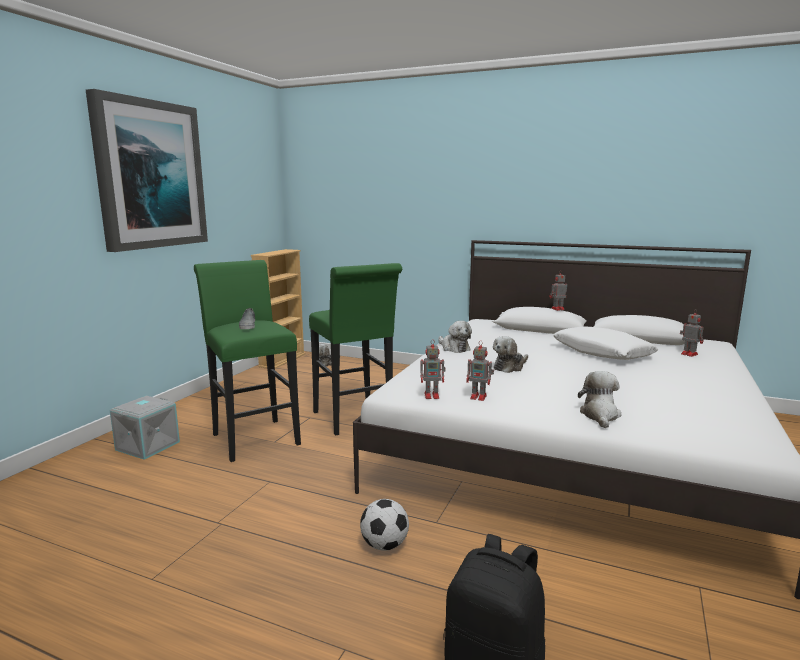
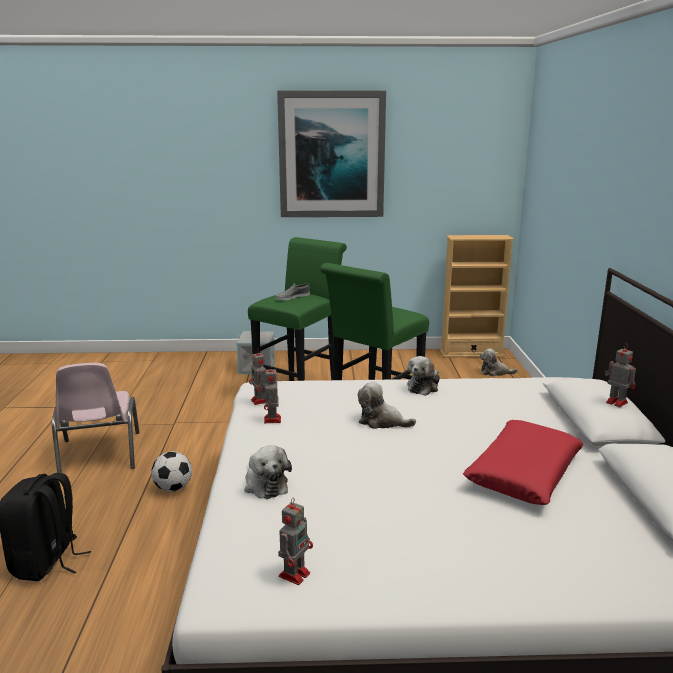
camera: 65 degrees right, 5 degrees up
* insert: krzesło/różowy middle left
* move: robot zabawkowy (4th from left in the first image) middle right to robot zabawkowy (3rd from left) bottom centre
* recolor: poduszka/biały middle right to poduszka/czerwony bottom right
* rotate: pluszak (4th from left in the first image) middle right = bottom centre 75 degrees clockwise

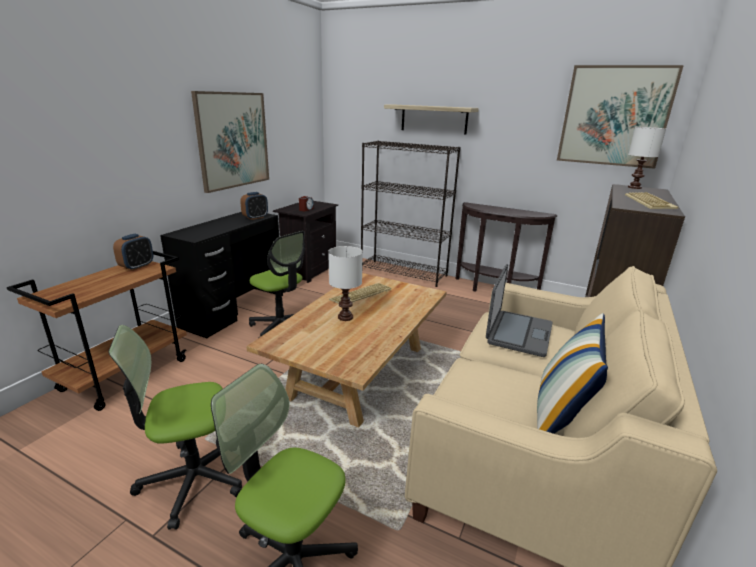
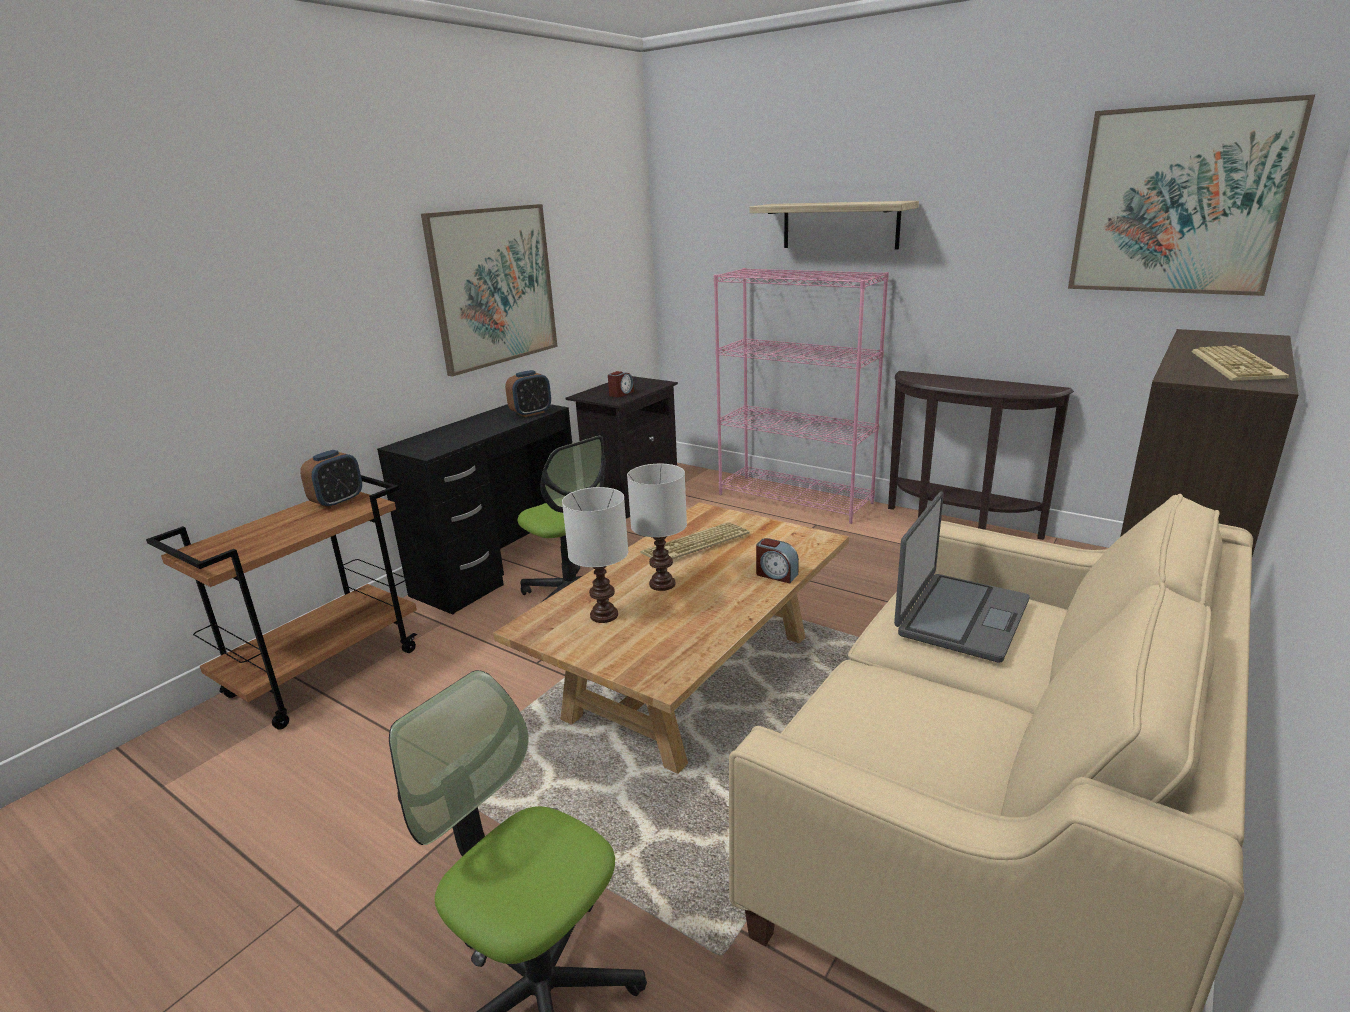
camera: 10 degrees right, 0 degrees up
* delete: krzesło biurowe (1st from left) bottom left
* delete: poduszka middle right
* insert: budzik (4th from left) centre
* move: lampa stołowa/biały (2nd from left in the first image) top right to lampa stołowa/biały (1st from left) centre
* recolor: regał/czarny centre to regał/różowy centre

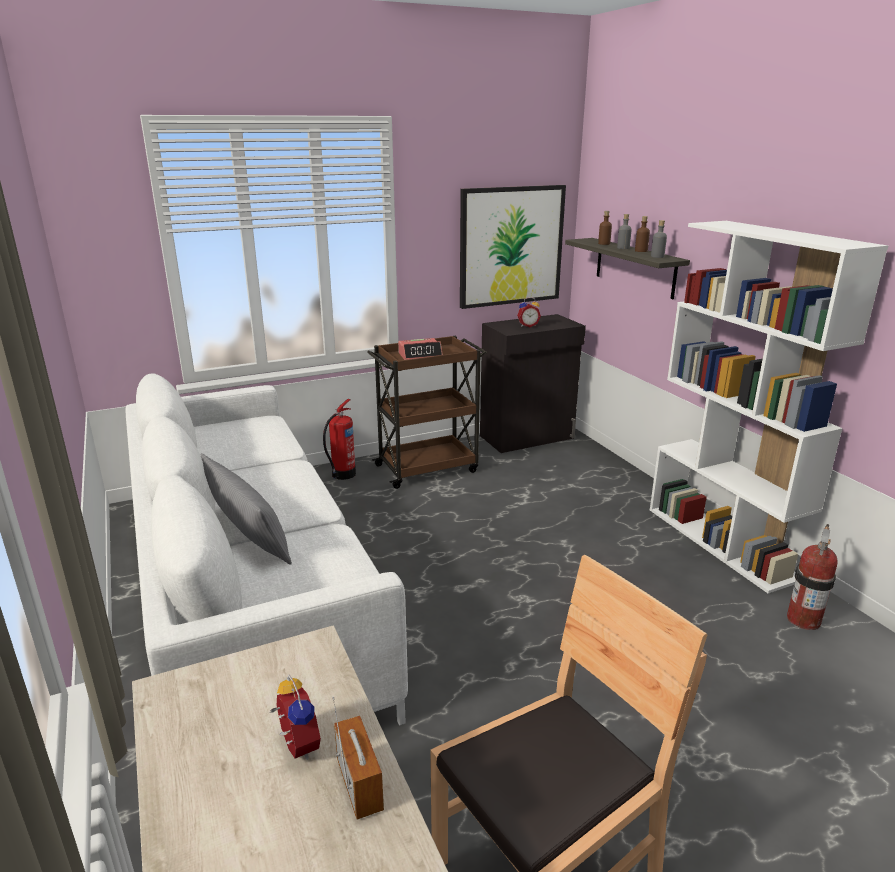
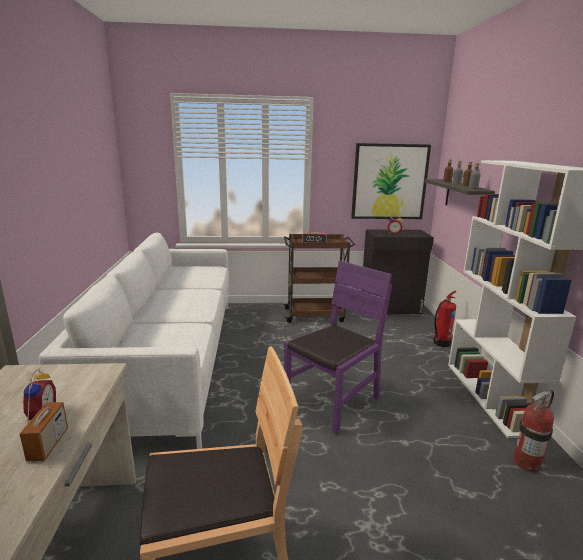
camera: 20 degrees right, 5 degrees down
* delete: poduszka/szary middle left
* insert: krzesło/fioletowy centre
* move: gaśnica (1st from left) centre to middle right

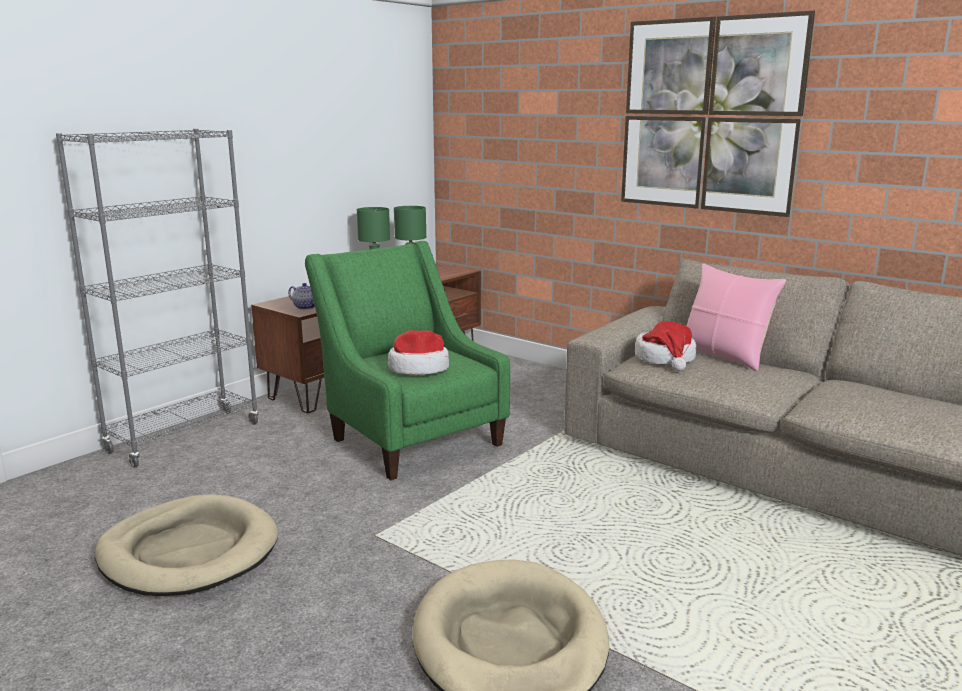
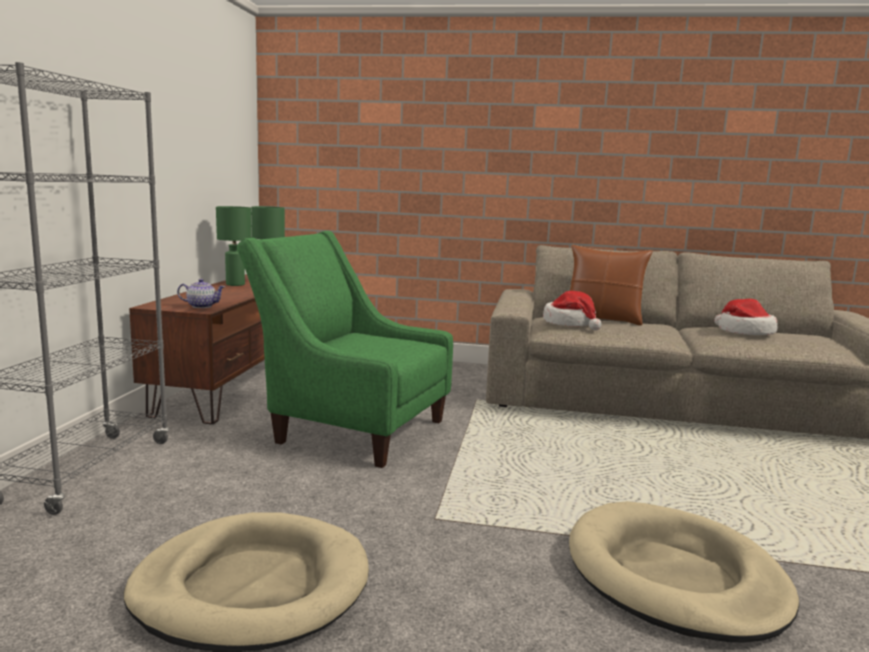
camera: 30 degrees left, 5 degrees down
* delete: obraz top right
* move: kapelusz (1st from left in the first image) centre to kapelusz (2nd from left) middle right
* recolor: poduszka/różowy middle right to poduszka/brązowy middle right

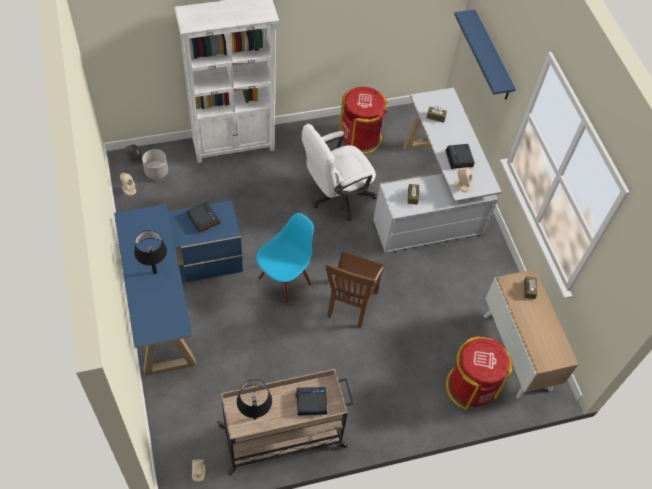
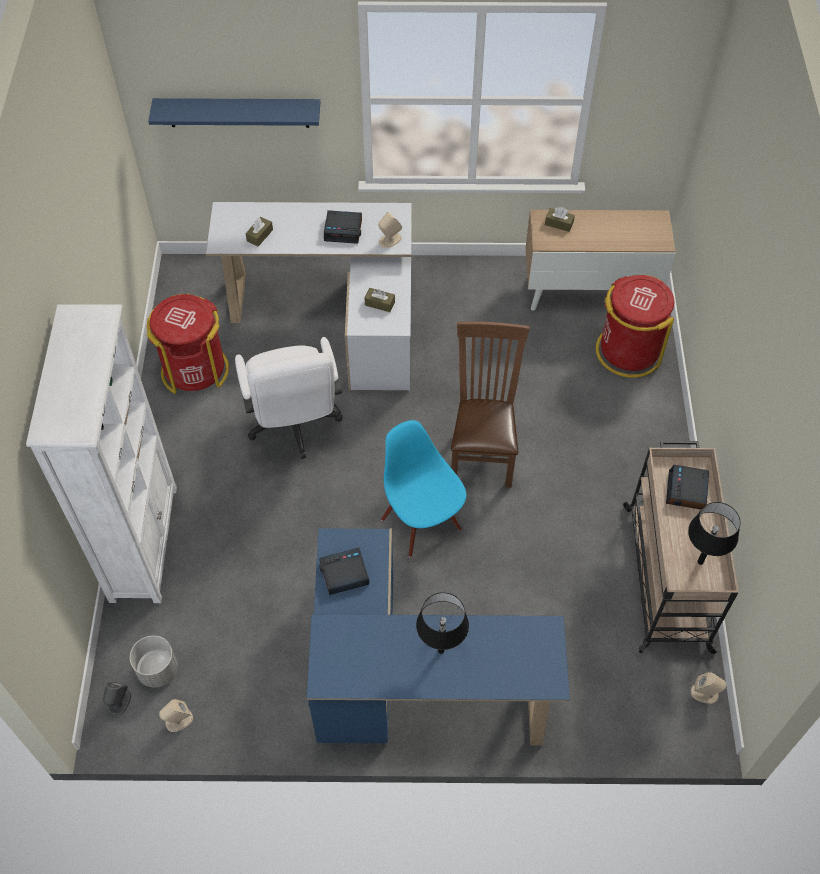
camera: 70 degrees left, 0 degrees up
* rotate: krzesło/brązowy centre = centre 120 degrees counterclockwise

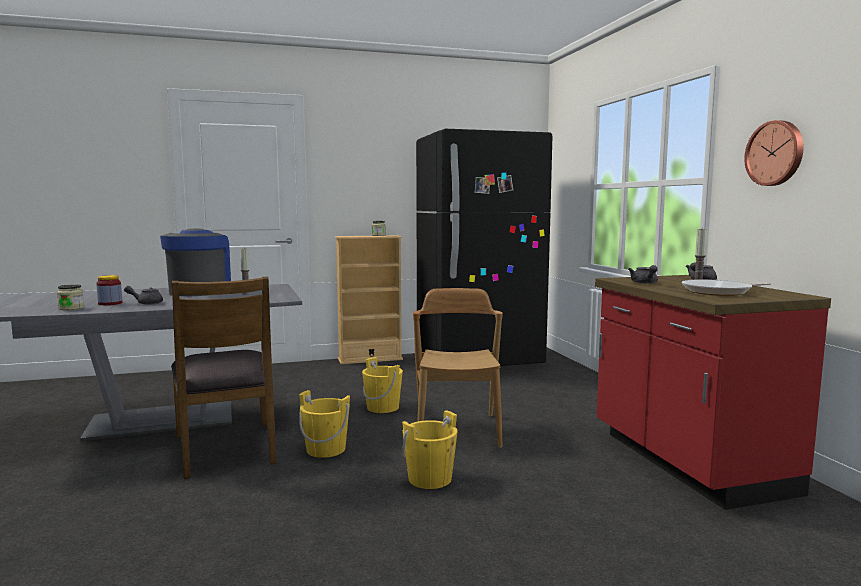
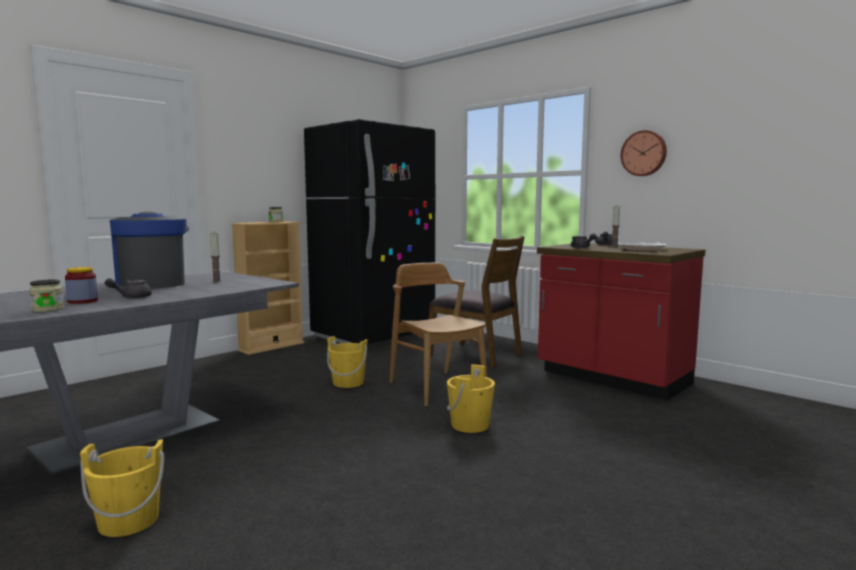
camera: 30 degrees left, 0 degrees up
* move: krzesło/brązowy (1st from left in the first image) middle left to krzesło/brązowy (2nd from left) centre
* move: wiadro/żółty (1st from left) bottom centre to bottom left

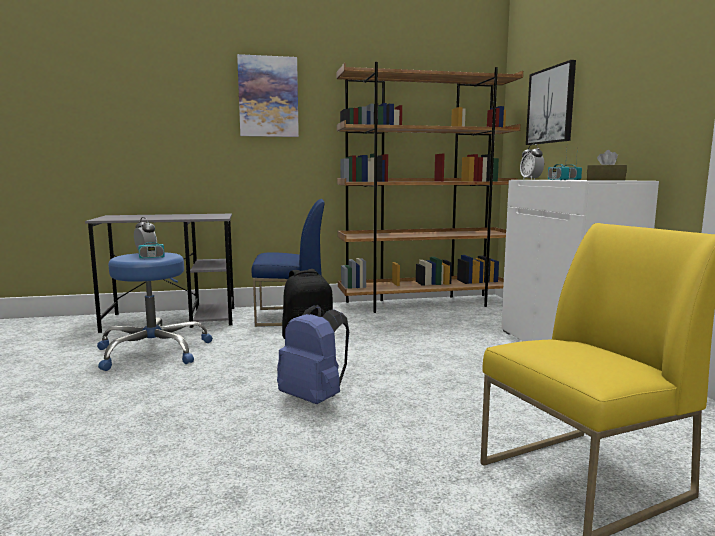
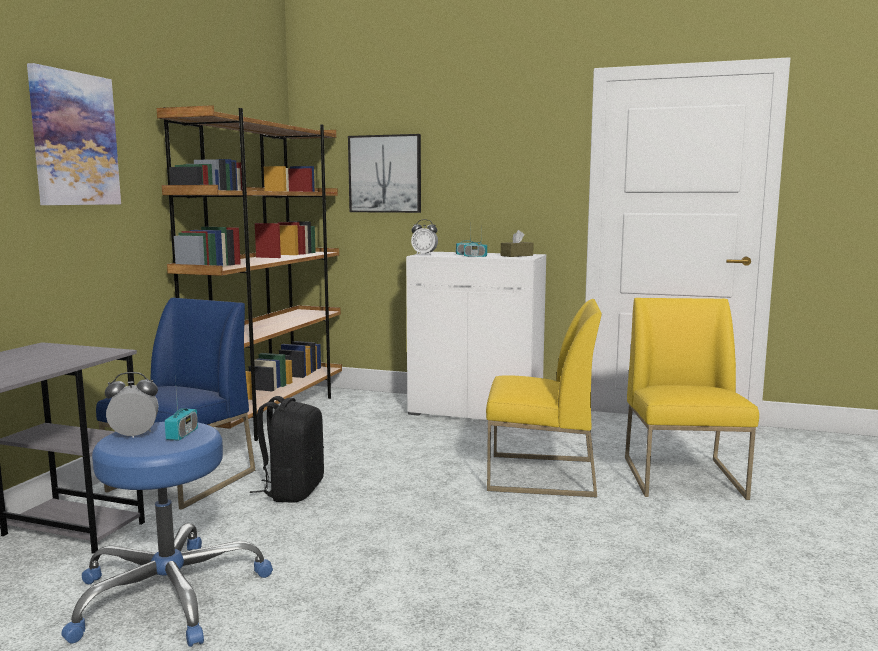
camera: 60 degrees left, 0 degrees up
* delete: plecak/niebieski centre
* insert: krzesło/żółty (1st from left) centre

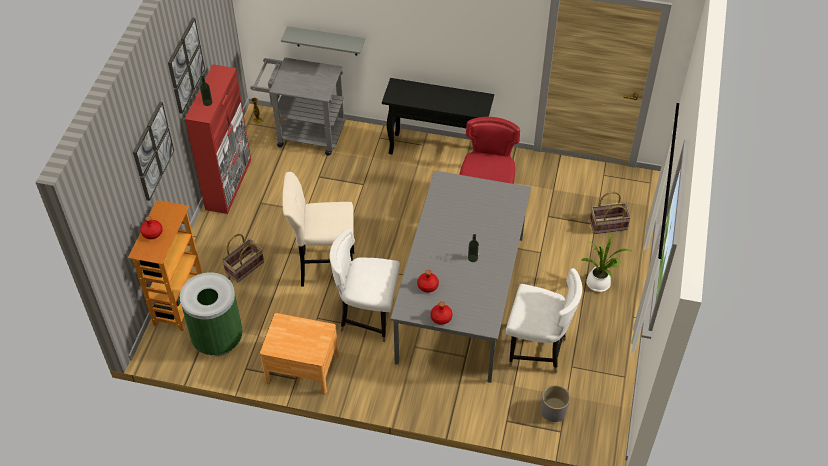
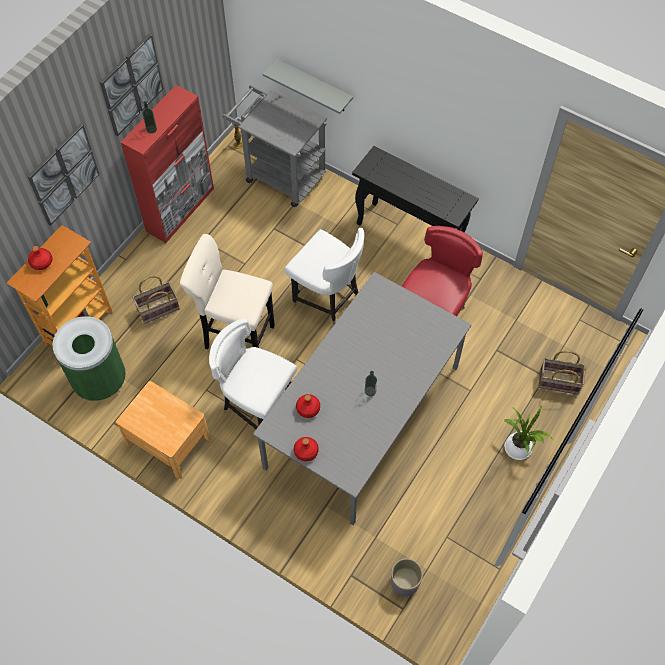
camera: 20 degrees right, 10 degrees up
* move: krzesło/biały (2nd from left) bottom centre to centre

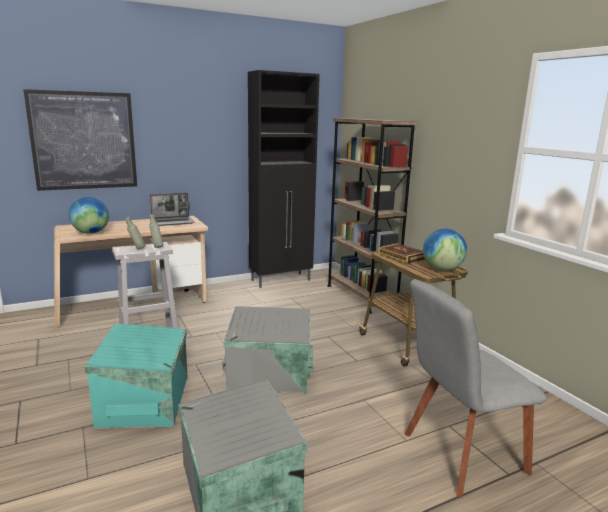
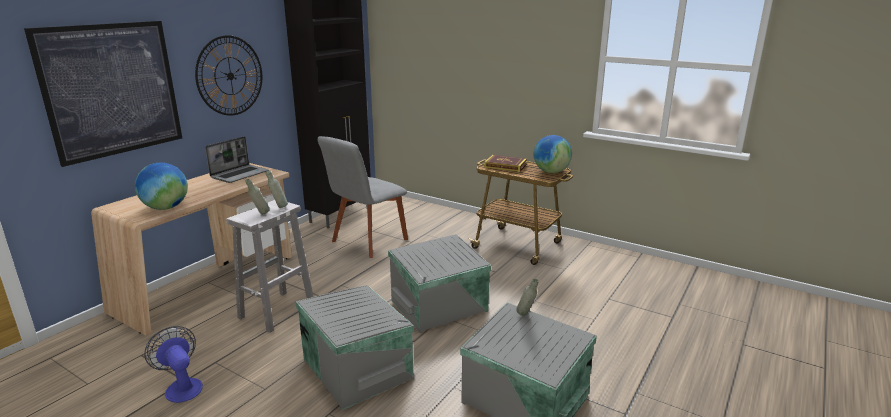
camera: 30 degrees left, 5 degrees up
* delete: regał/brązowy centre
* insert: wentylator bottom left
* insert: zegar ścienny top left
* insert: butelka/szary (3rd from left) bottom centre
* move: krzesło/szary bottom right to centre
* recolor: pojemnik do przechowywania/turkusowy bottom left to pojemnik do przechowywania/szary (1st from left) bottom centre

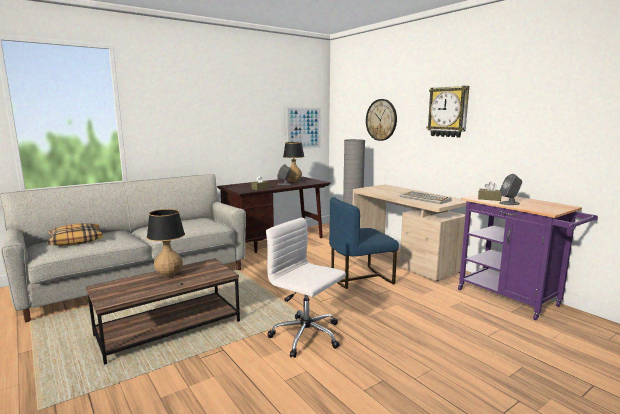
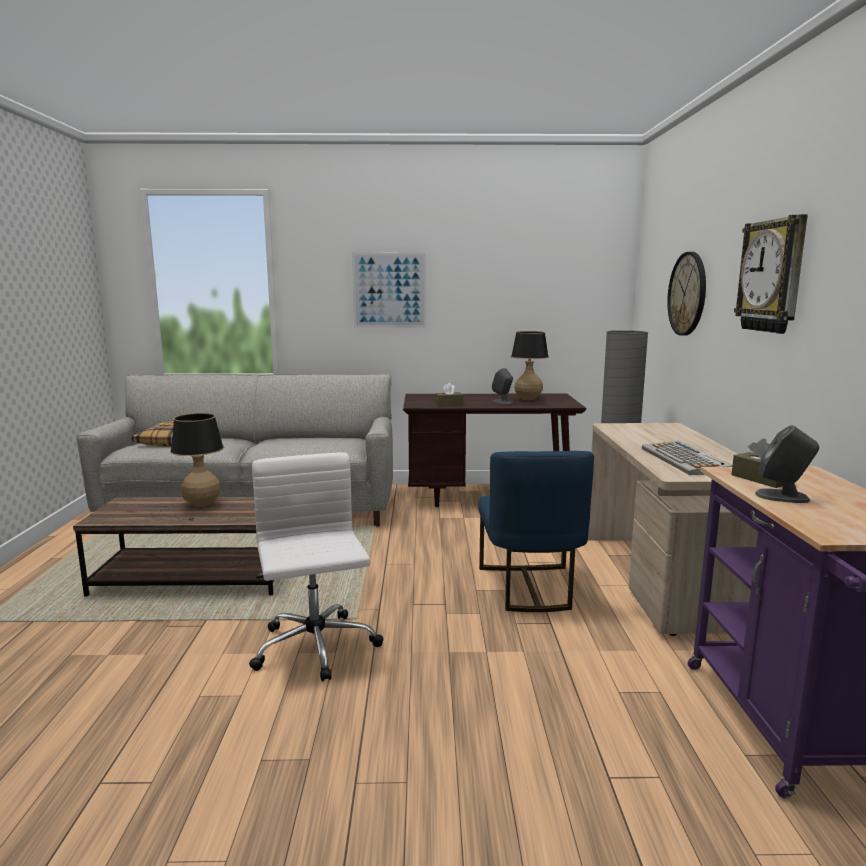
camera: 35 degrees right, 0 degrees up
* move: obraz top centre to centre
* rotate: krzesło/niebieski centre = centre 105 degrees counterclockwise

